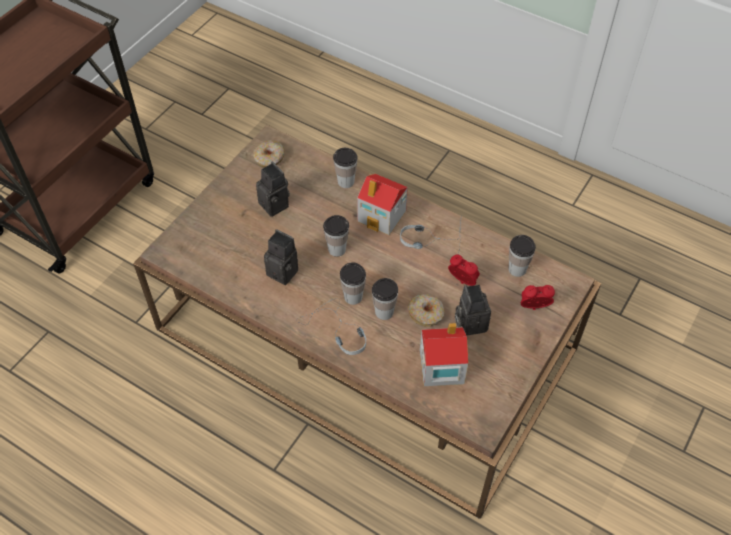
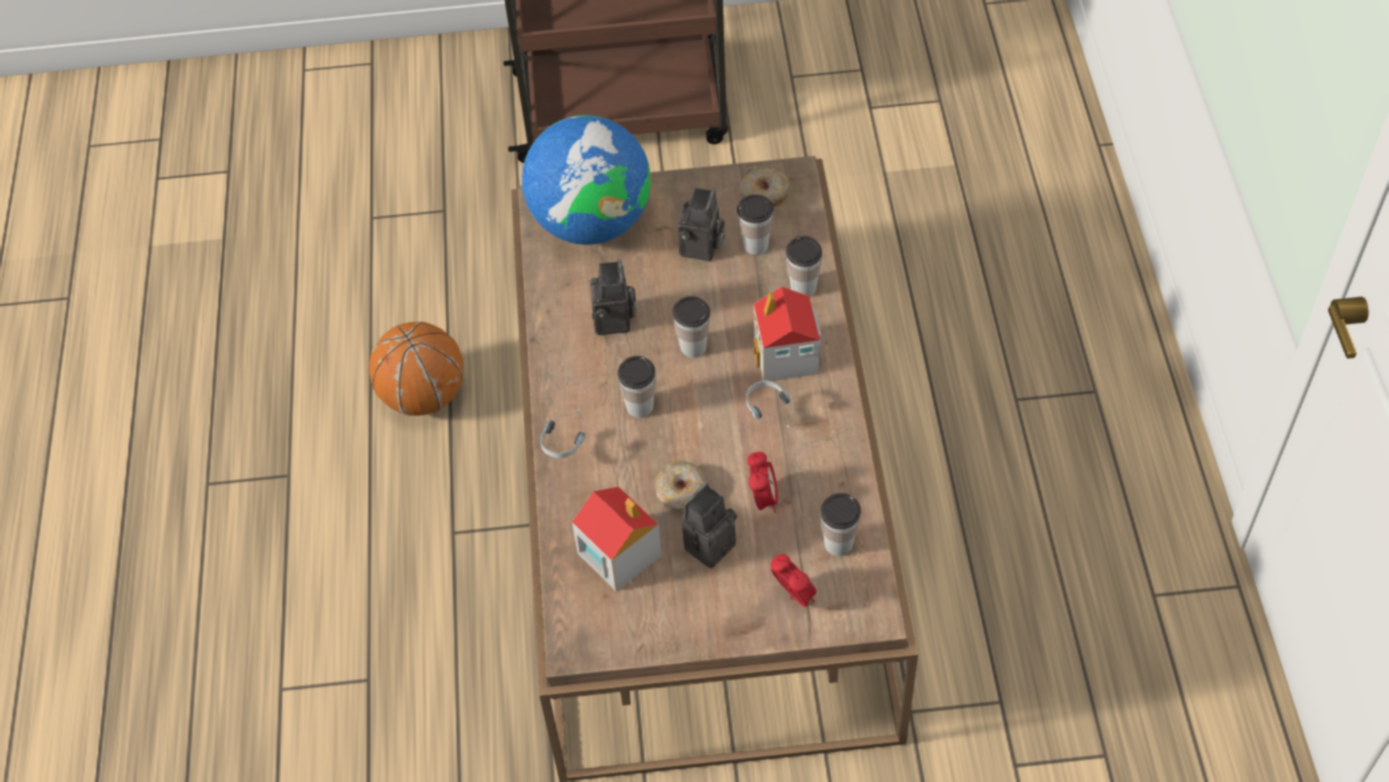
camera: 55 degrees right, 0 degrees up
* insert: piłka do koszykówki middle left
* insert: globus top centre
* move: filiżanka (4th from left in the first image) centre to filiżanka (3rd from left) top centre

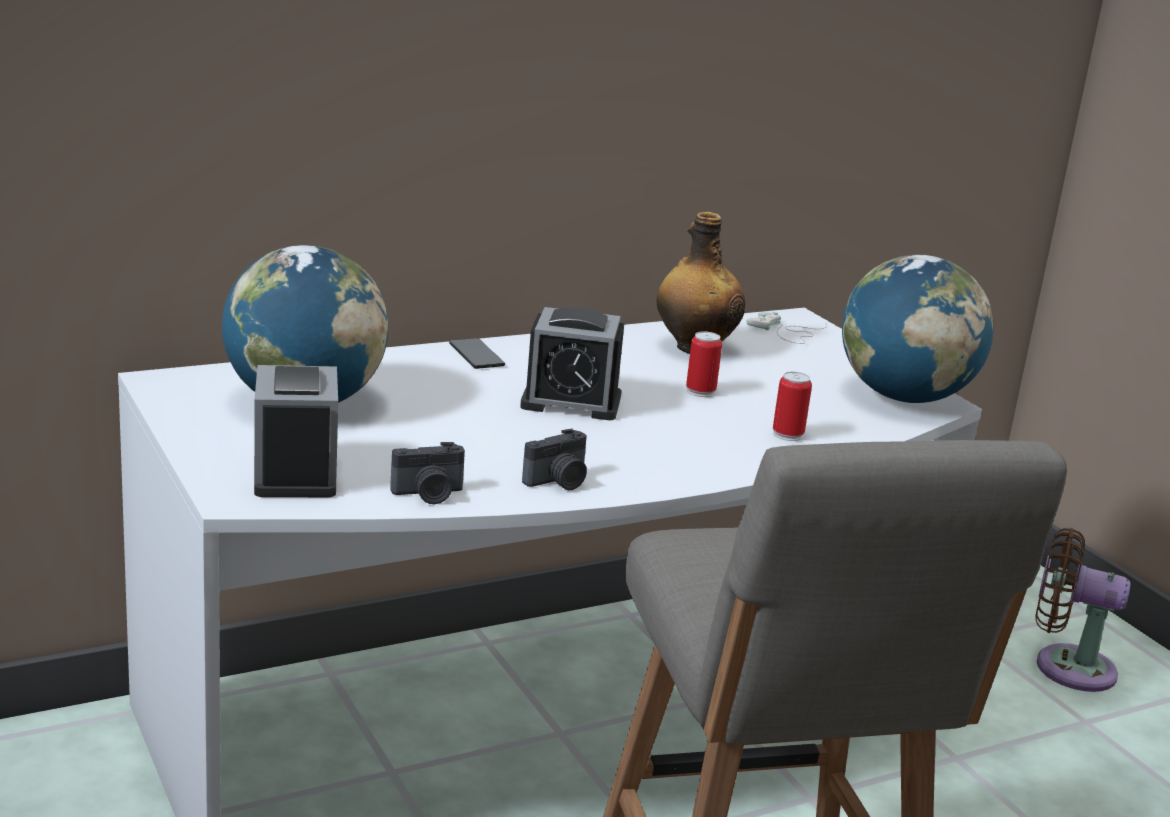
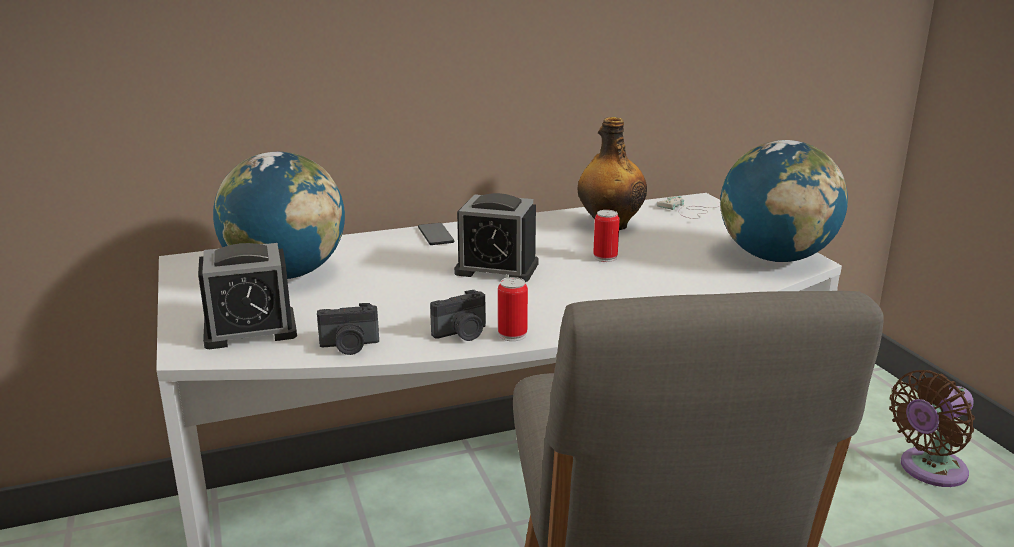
camera: 10 degrees right, 0 degrees up
* move: puszka (2nd from left in the first image) middle right to puszka (1st from left) centre
* rotate: budzik (1st from left) middle left = middle left 105 degrees counterclockwise
* rotate: wentylator/brązowy bottom right = bottom right 60 degrees counterclockwise

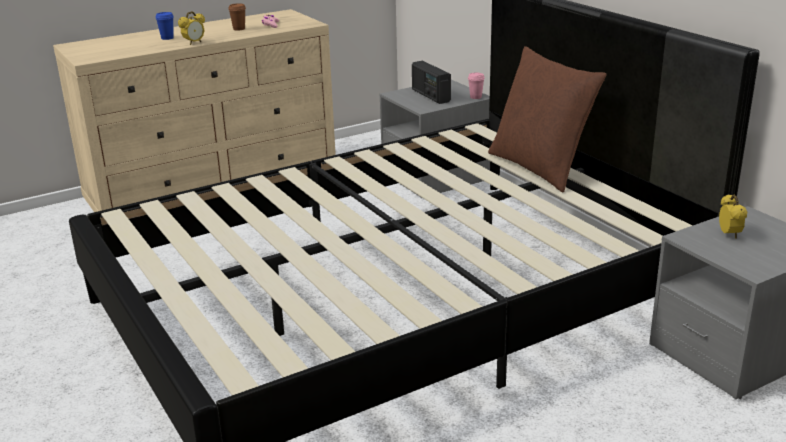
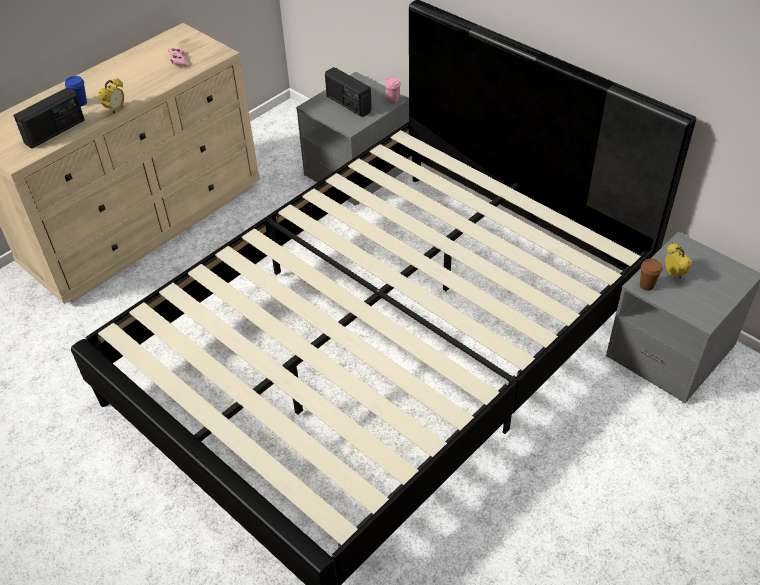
camera: 15 degrees left, 20 degrees up
* delete: poduszka/brązowy top right
* insert: radio (1st from left) top left
* move: filiżanka/brązowy top left to middle right

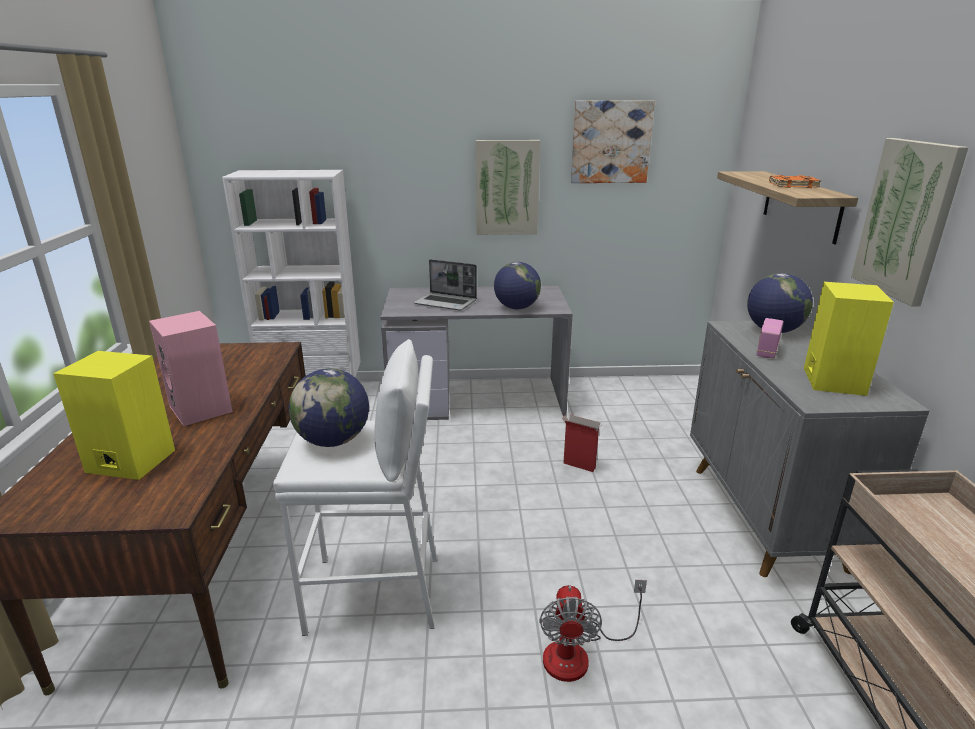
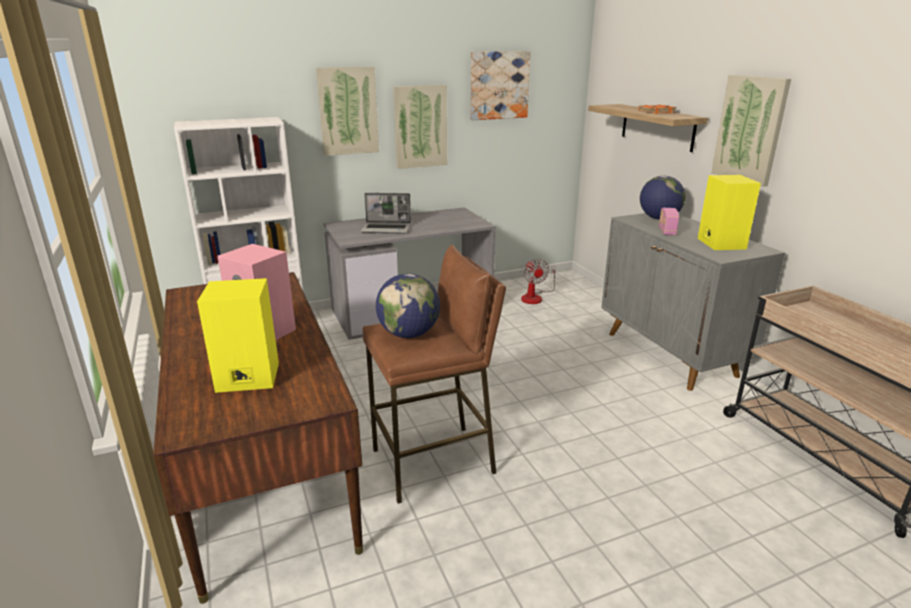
camera: 20 degrees left, 0 degrees up
* delete: globus (2nd from left) centre
* delete: karton centre
* insert: obraz (1st from left) top centre
* move: wentylator bottom centre to centre
* recolor: stołek/biały bottom centre to stołek/brązowy centre

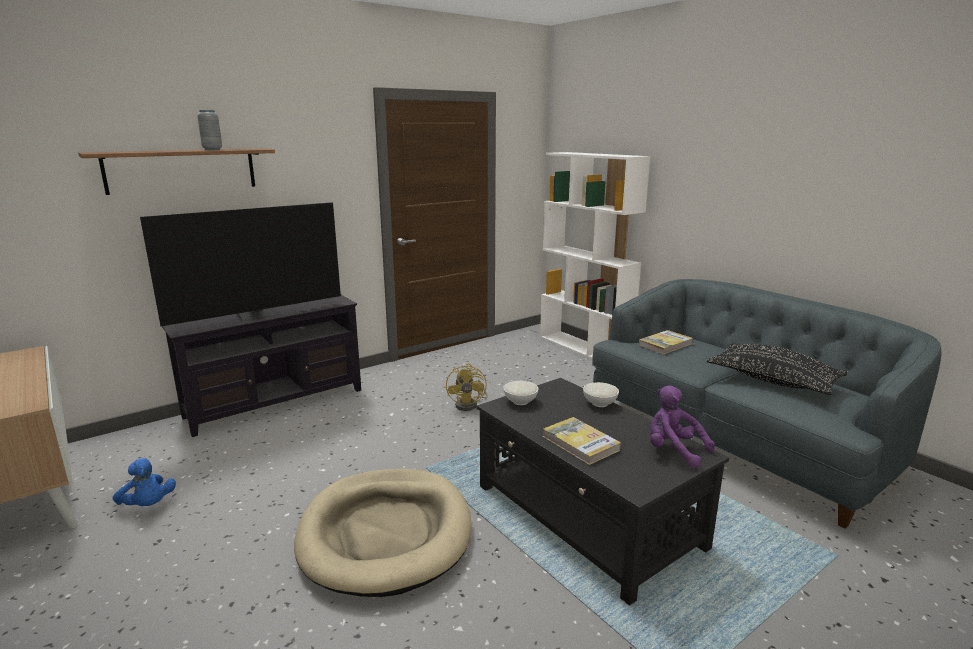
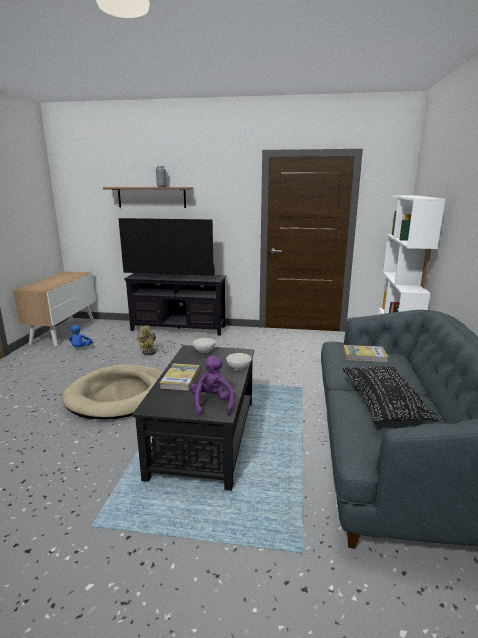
camera: 45 degrees right, 0 degrees up
* move: wentylator/żółty centre to middle left

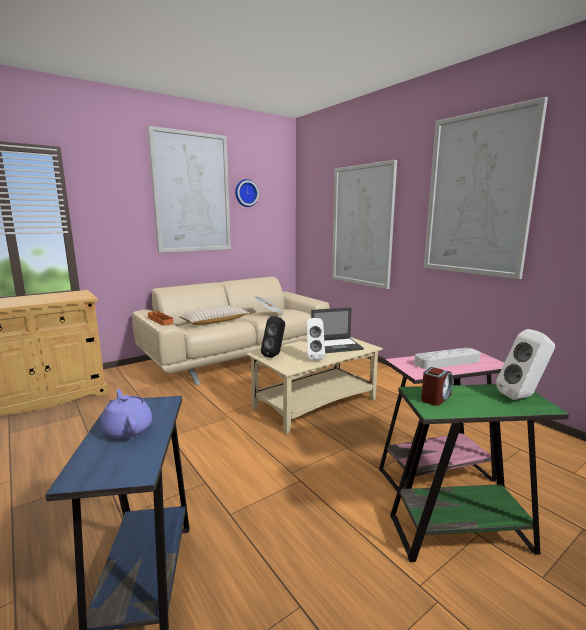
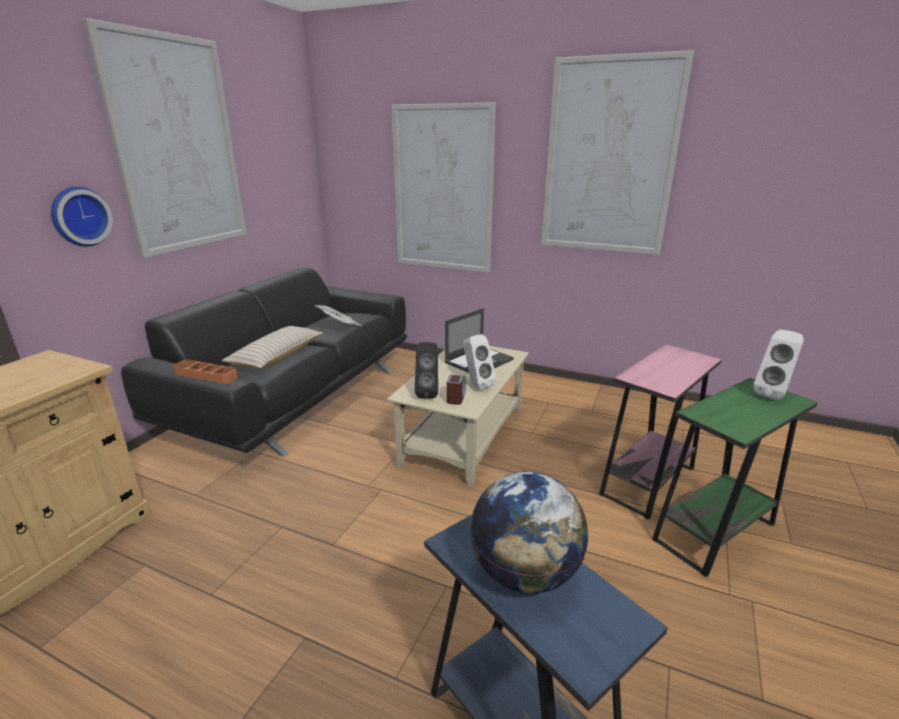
camera: 30 degrees left, 10 degrees up
* delete: taca/szary middle right
* move: zegar ścienny top centre to top left
* move: budzik middle right to centre
* replace: imbryk/fioletowy middle left to globus bottom centre
* recolor: kanapa/beżowy centre to kanapa/czarny middle left

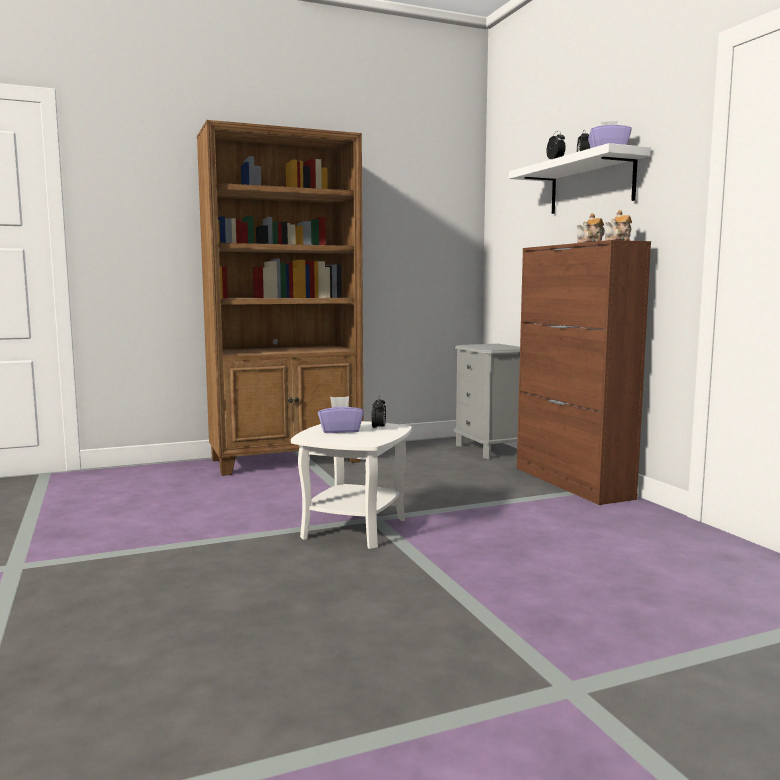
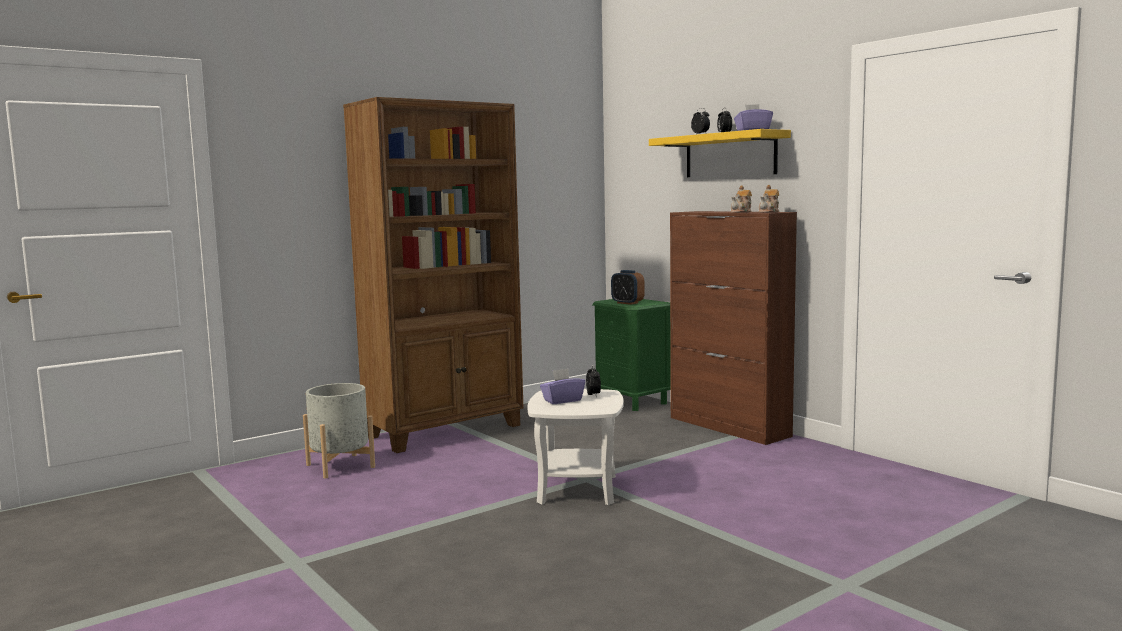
camera: 15 degrees left, 0 degrees up
* insert: donica/szary bottom left
* insert: budzik (2nd from left) centre
* recolor: szafka nocna/szary centre to szafka nocna/zielony centre
* recolor: półka/biały top right to półka/żółty top centre

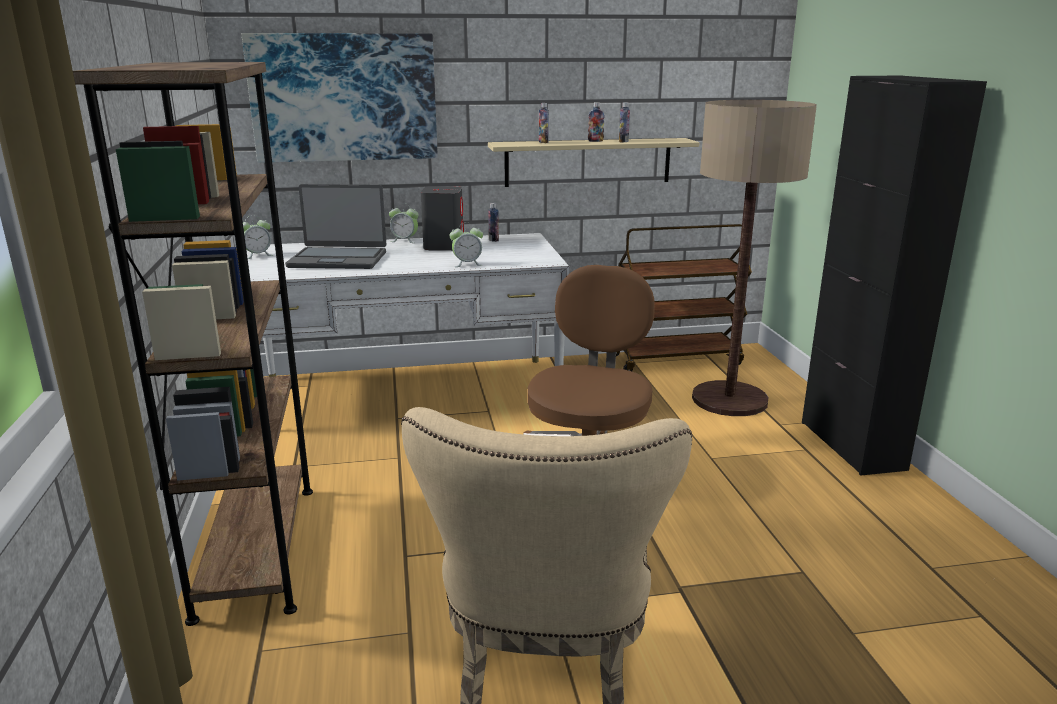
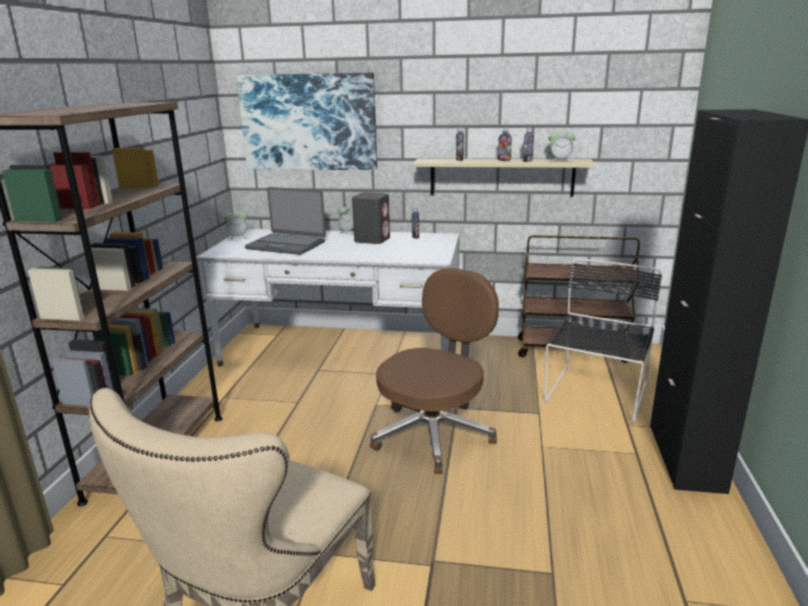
camera: 20 degrees right, 0 degrees up
* move: budzik (3rd from left) centre to top right
* replace: lampa stojąca middle right to krzesło/czarny middle right

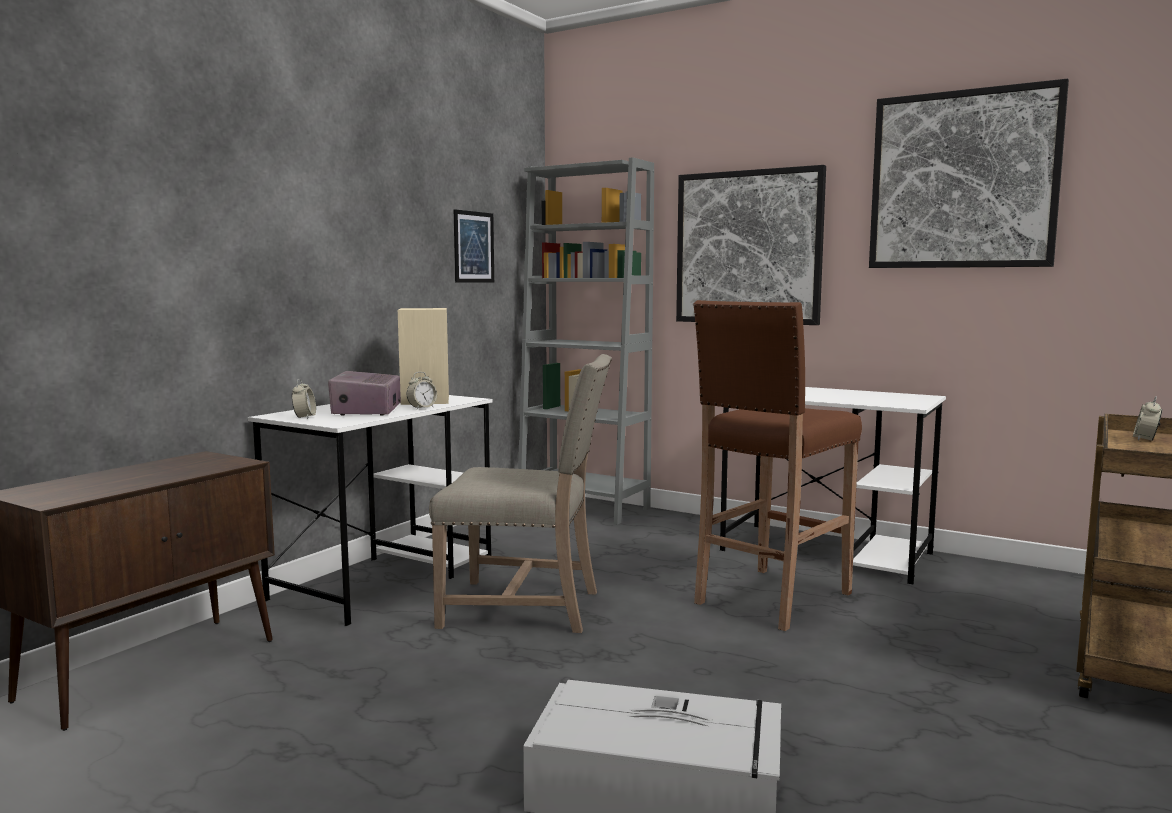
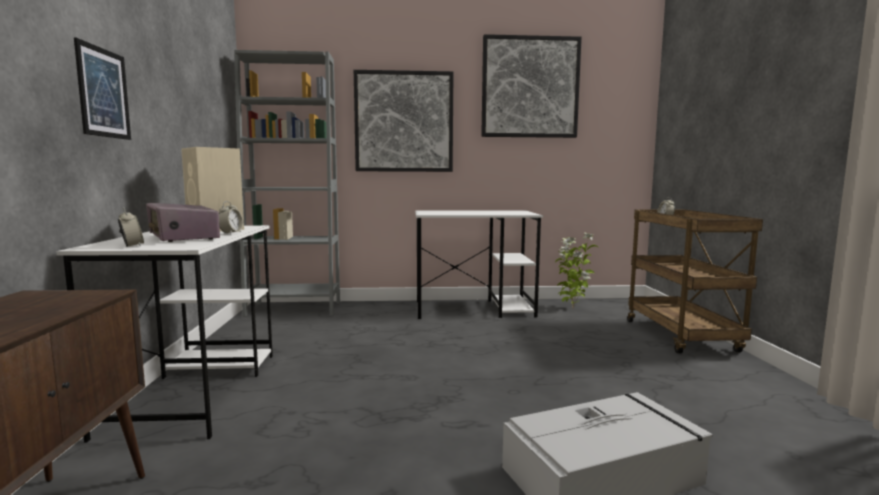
camera: 35 degrees left, 0 degrees up
* delete: krzesło/beżowy centre
* delete: stołek/brązowy centre
* insert: roślina doniczkowa centre
* move: obraz (1st from left) top centre to top left

